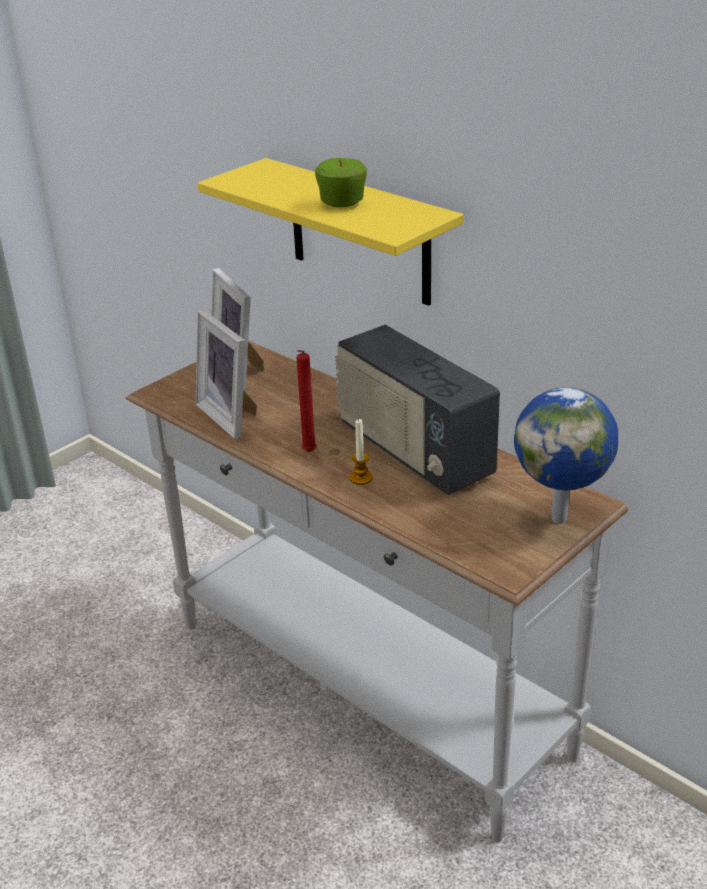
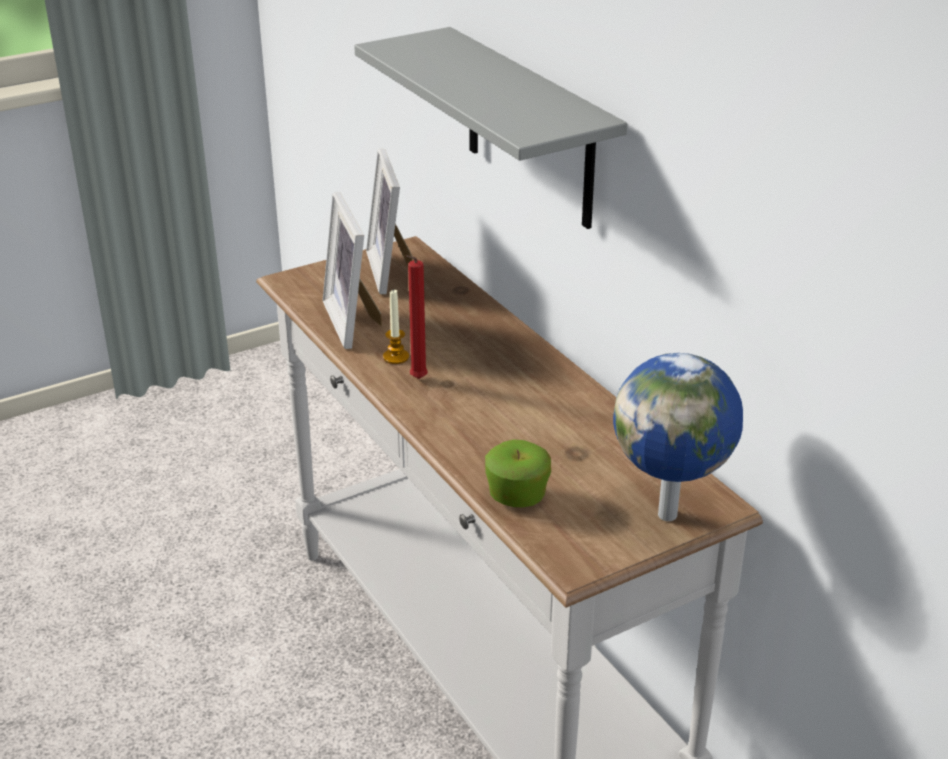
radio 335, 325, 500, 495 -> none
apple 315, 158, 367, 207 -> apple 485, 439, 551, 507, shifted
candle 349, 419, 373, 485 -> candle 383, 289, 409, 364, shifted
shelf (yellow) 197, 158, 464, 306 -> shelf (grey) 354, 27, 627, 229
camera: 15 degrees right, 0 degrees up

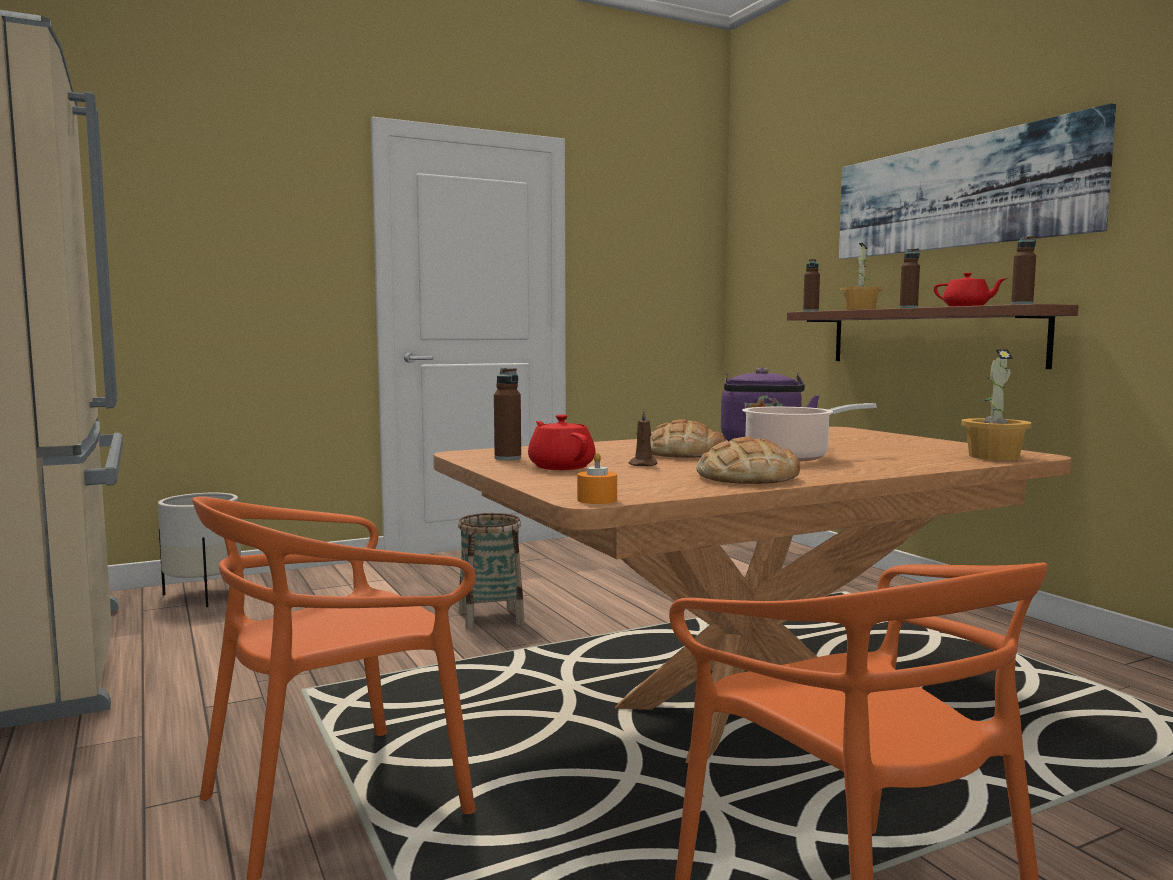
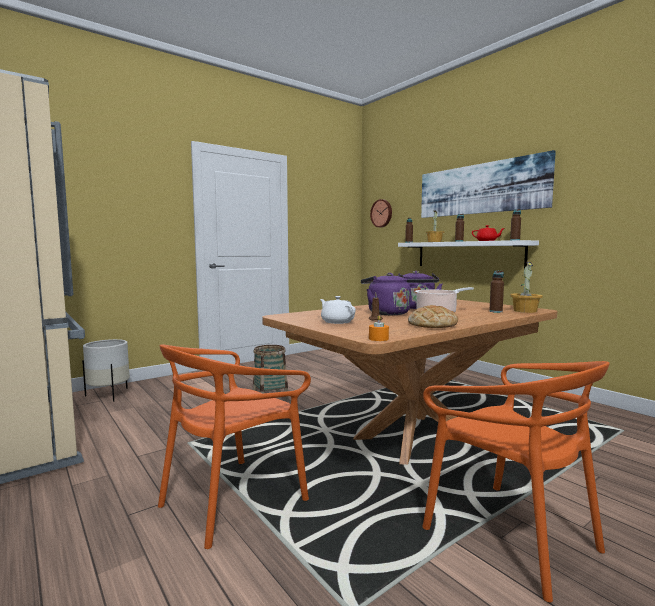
none -> wall clock 370, 199, 392, 227
bottle (brown) 494, 368, 521, 460 -> bottle (brown) 489, 270, 504, 313, shifted
bread 650, 419, 726, 458 -> kettle (purple) 361, 273, 411, 315
teapot (red) 528, 415, 596, 470 -> teapot (white) 320, 296, 356, 324
shelf (brown) 787, 304, 1078, 369 -> shelf (white) 398, 240, 539, 269
camera: 10 degrees left, 0 degrees up

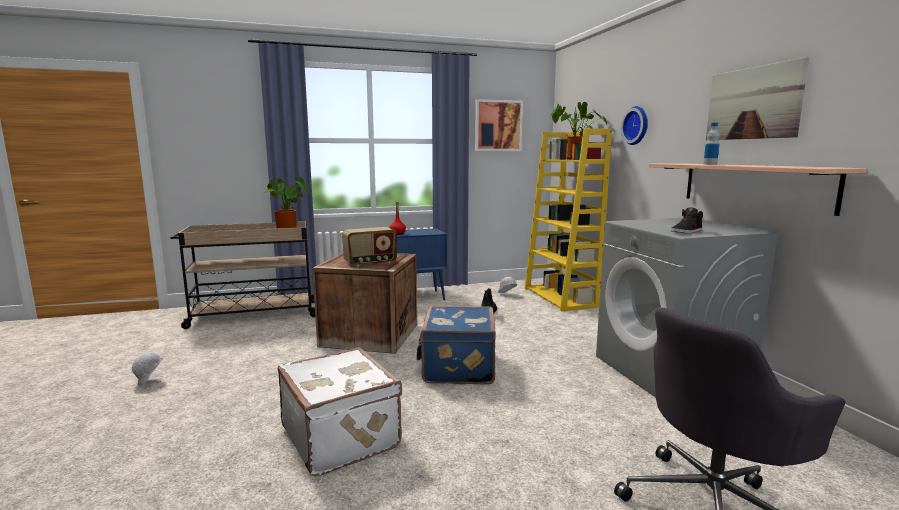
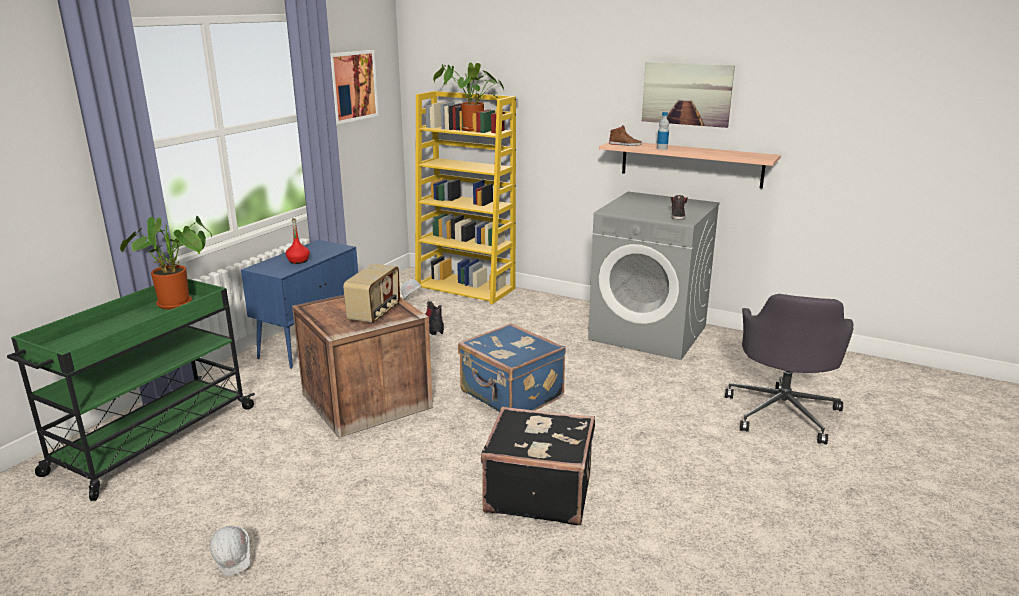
wall clock 621, 106, 648, 145 -> none
none -> shoe (brown) 609, 125, 642, 146
cart (beige) 170, 221, 315, 329 -> cart (green) 7, 279, 255, 501
suitcase (white) 278, 347, 402, 476 -> suitcase (black) 481, 406, 595, 525
camera: 45 degrees left, 10 degrees up

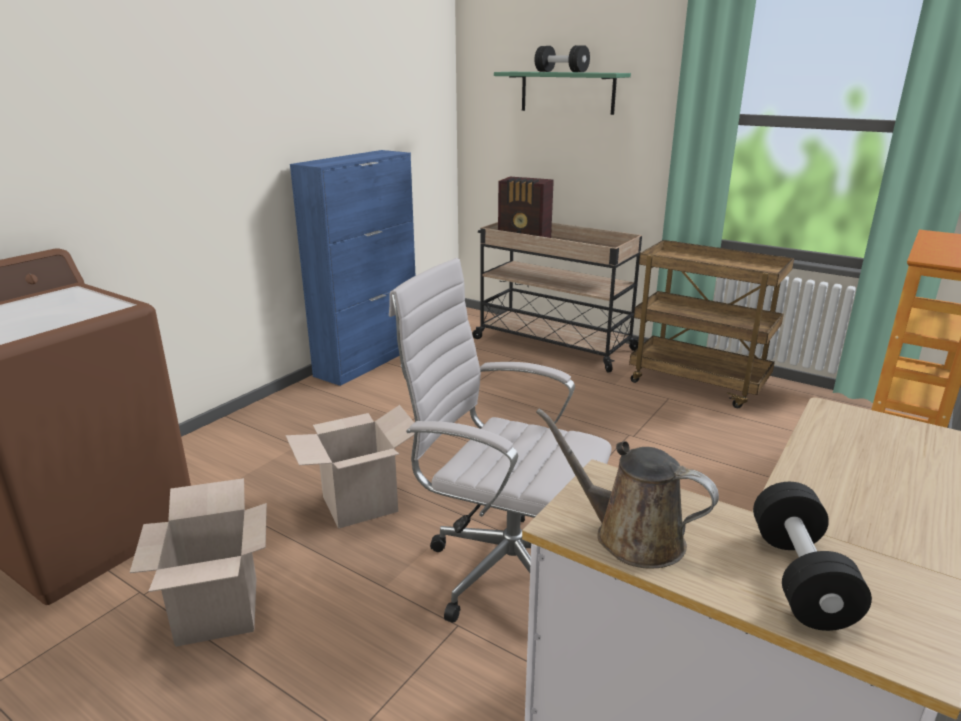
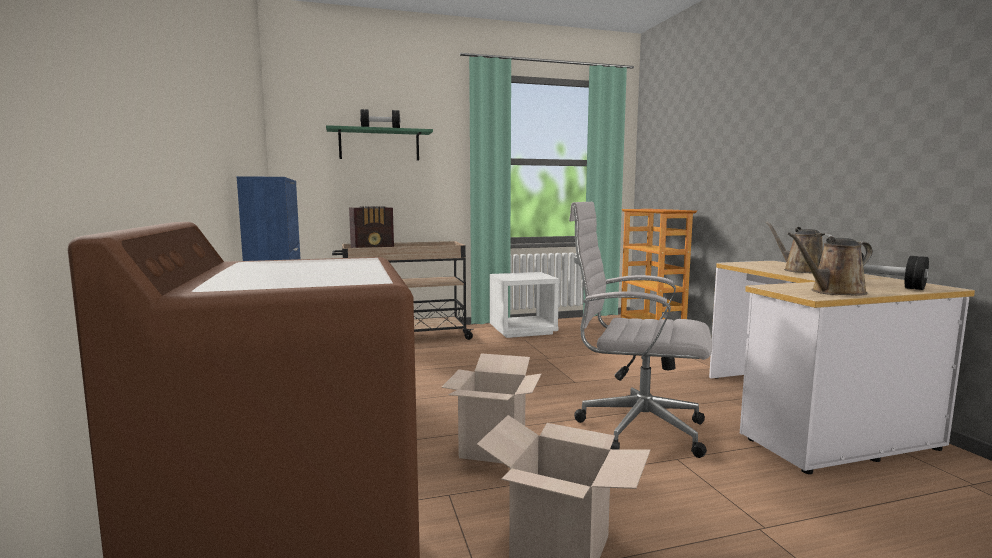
none -> watering can (brown) 765, 222, 834, 273
cart (brown) 629, 240, 794, 408 -> nightstand (white) 490, 272, 559, 338
office chair (white) 389, 258, 612, 623 -> office chair (white) 569, 202, 712, 458, 45 degrees clockwise
camera: 50 degrees left, 15 degrees down

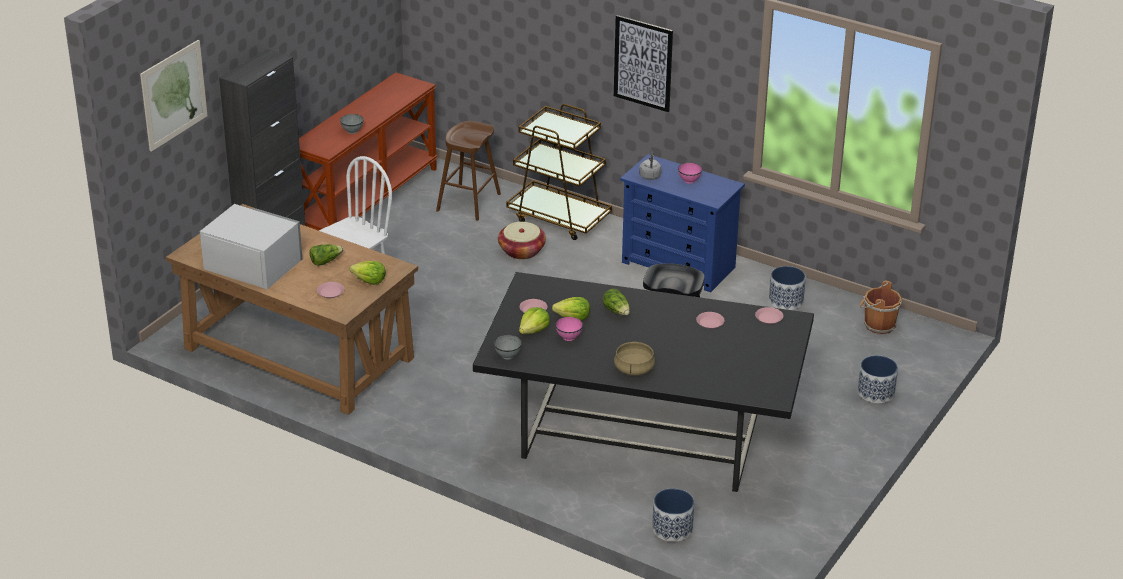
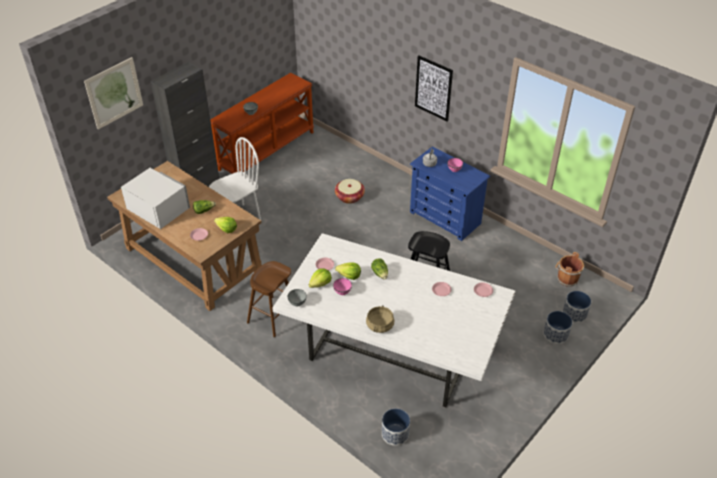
cart (brown) 506, 104, 612, 240 -> none
stool (brown) 436, 121, 501, 221 -> stool (brown) 247, 261, 291, 337, shifted
planter 769, 266, 806, 310 -> planter 563, 291, 591, 323, shifted
dining table (black) 473, 272, 814, 492 -> dining table (white) 272, 233, 515, 407
camera: 10 degrees right, 10 degrees up

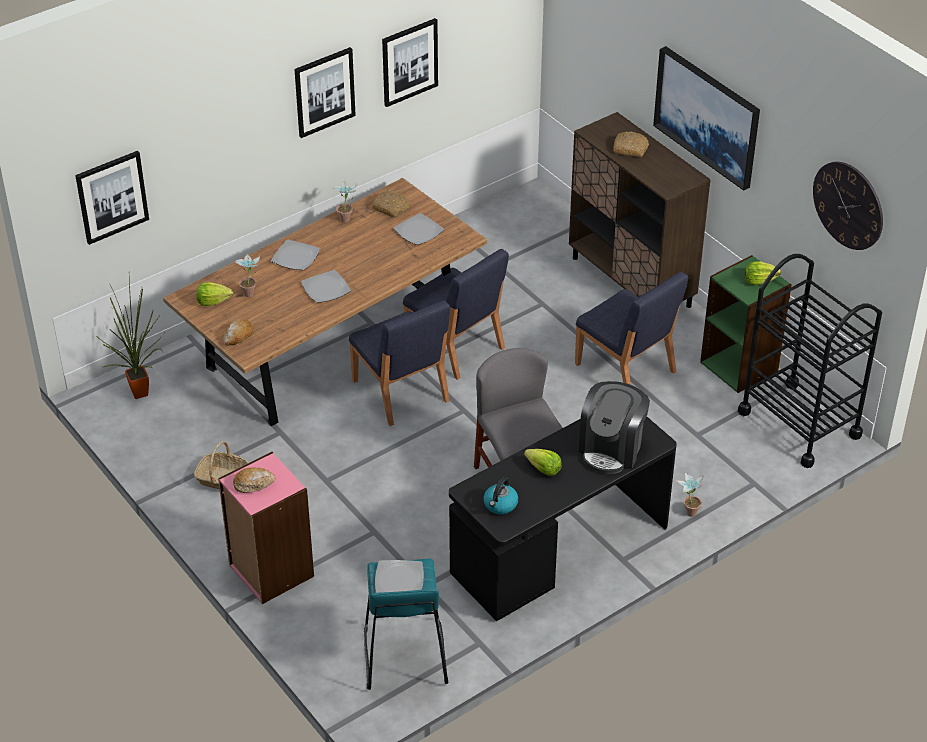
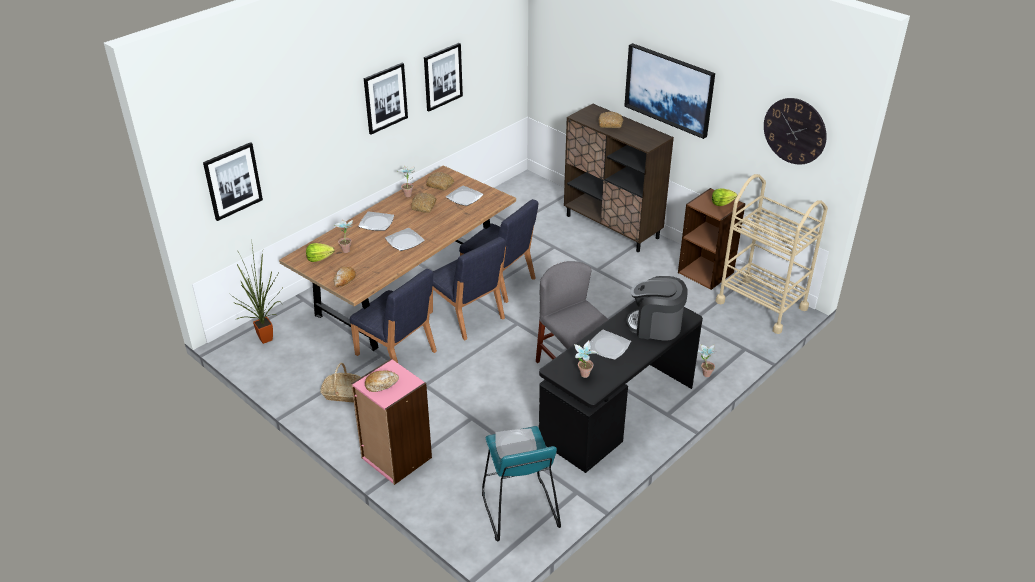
none -> bread 411, 193, 436, 213
chair (blue) 575, 272, 688, 385 -> chair (blue) 350, 269, 437, 363, shifted
kettle 483, 477, 518, 514 -> potted plant 574, 341, 598, 378
lettuce 524, 449, 562, 476 -> plate 590, 330, 631, 360
bookcase (green) 700, 255, 792, 393 -> bookcase (brown) 678, 188, 746, 290
cart (black) 738, 254, 882, 468 -> cart (beige) 716, 174, 828, 334
coffee machine 579, 381, 650, 474 -> coffee machine 626, 276, 688, 340, 90 degrees clockwise
camera: 10 degrees left, 5 degrees down

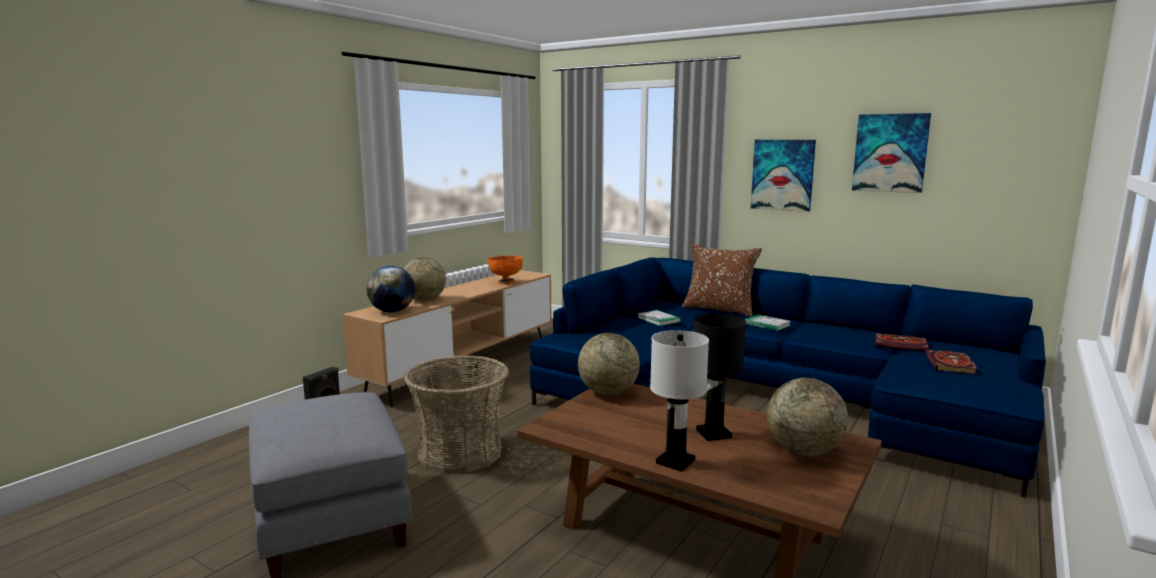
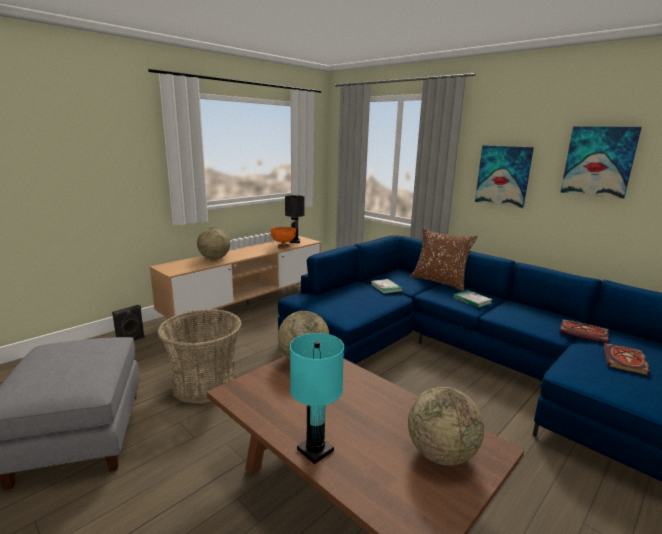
globe 367, 266, 415, 312 -> none
table lamp (black) 693, 314, 746, 441 -> table lamp (black) 285, 195, 305, 243, shifted
table lamp (white) 650, 330, 709, 472 -> table lamp (turquoise) 290, 333, 344, 464
camera: 10 degrees right, 5 degrees up

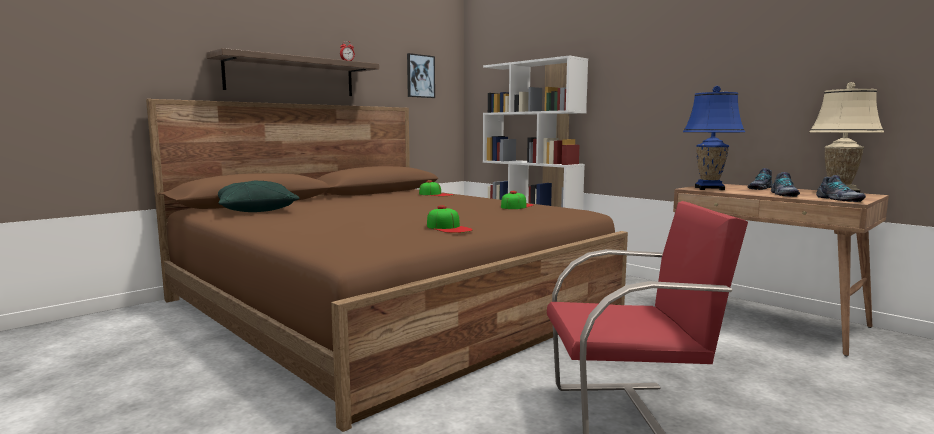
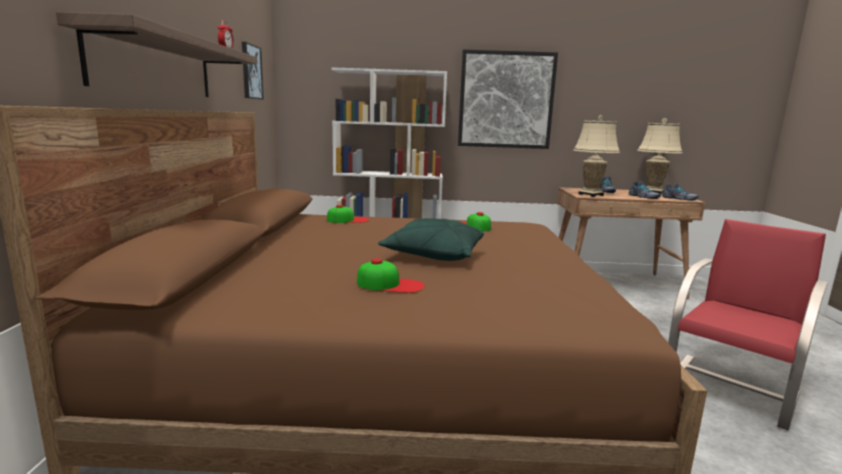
none -> picture 458, 49, 558, 149
pillow (green) 218, 180, 299, 212 -> pillow (green) 378, 218, 484, 261, shifted
cap 427, 205, 473, 233 -> cap 357, 258, 425, 293, shifted
table lamp (blue) 683, 86, 745, 190 -> table lamp (beige) 574, 115, 620, 197
camera: 45 degrees left, 5 degrees up

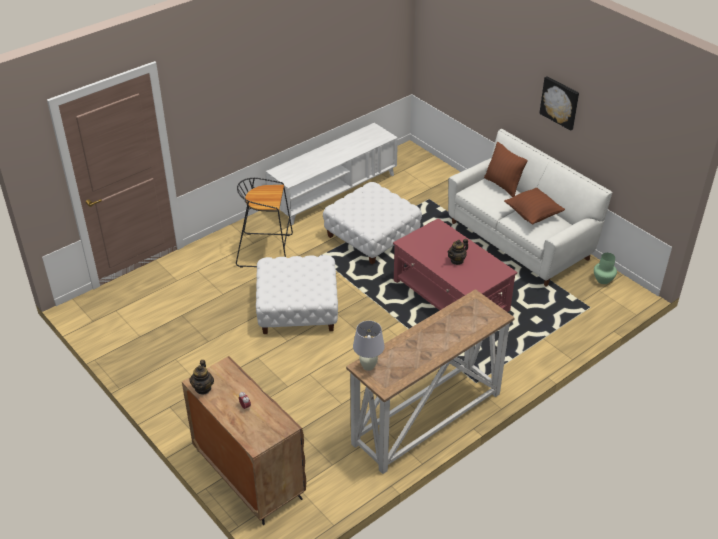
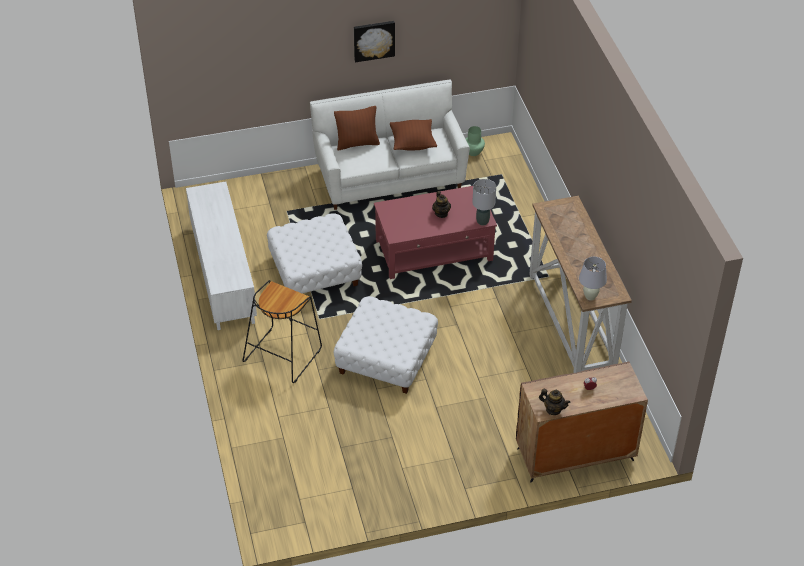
none -> table lamp (grey) 472, 179, 496, 226
camera: 65 degrees left, 5 degrees up

